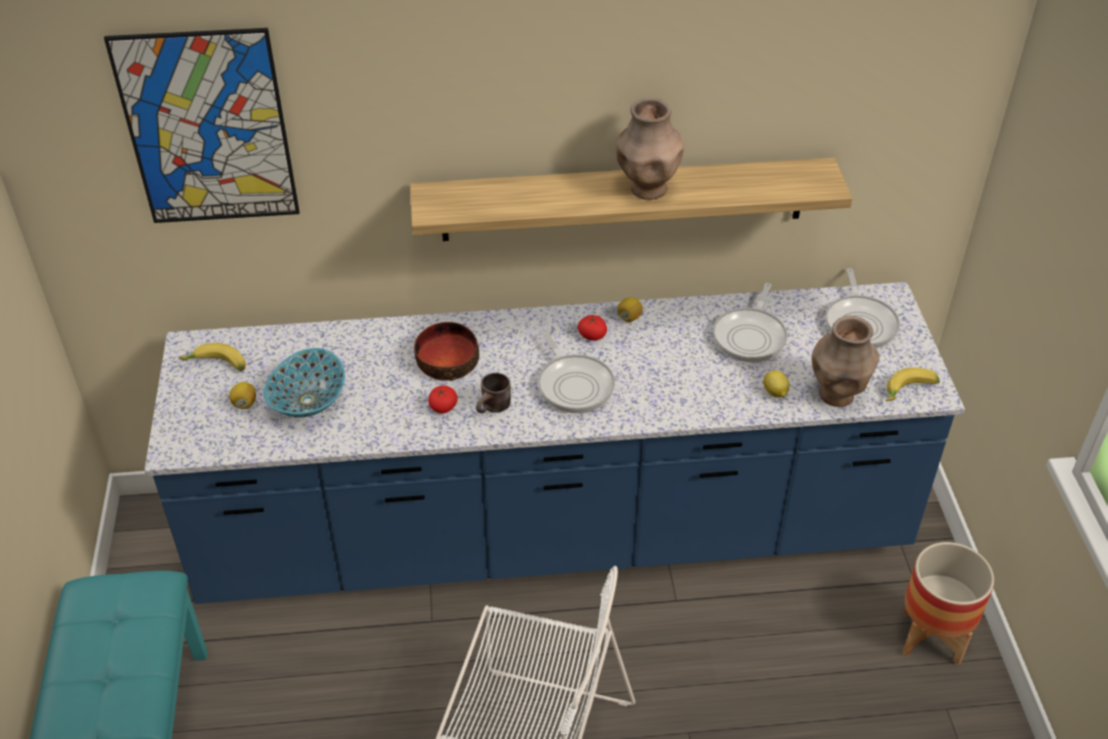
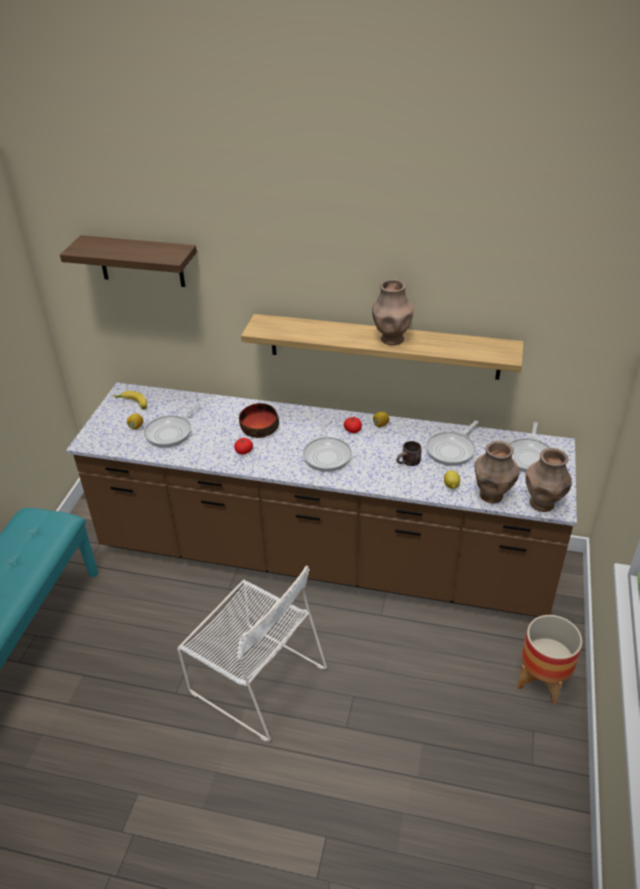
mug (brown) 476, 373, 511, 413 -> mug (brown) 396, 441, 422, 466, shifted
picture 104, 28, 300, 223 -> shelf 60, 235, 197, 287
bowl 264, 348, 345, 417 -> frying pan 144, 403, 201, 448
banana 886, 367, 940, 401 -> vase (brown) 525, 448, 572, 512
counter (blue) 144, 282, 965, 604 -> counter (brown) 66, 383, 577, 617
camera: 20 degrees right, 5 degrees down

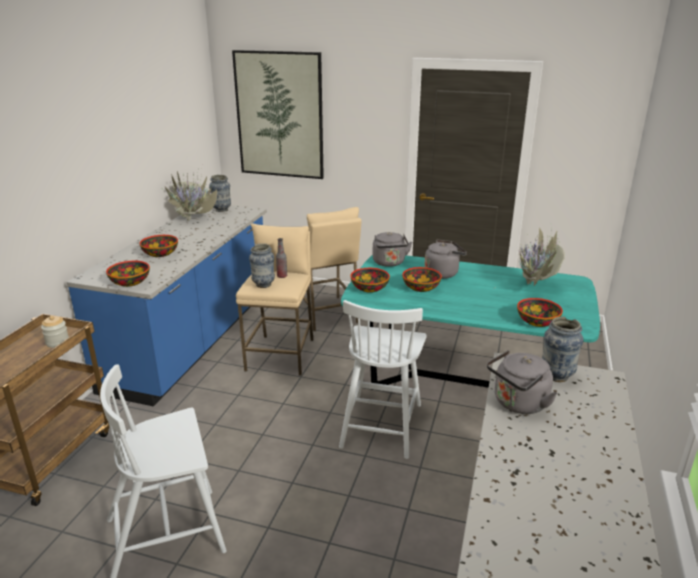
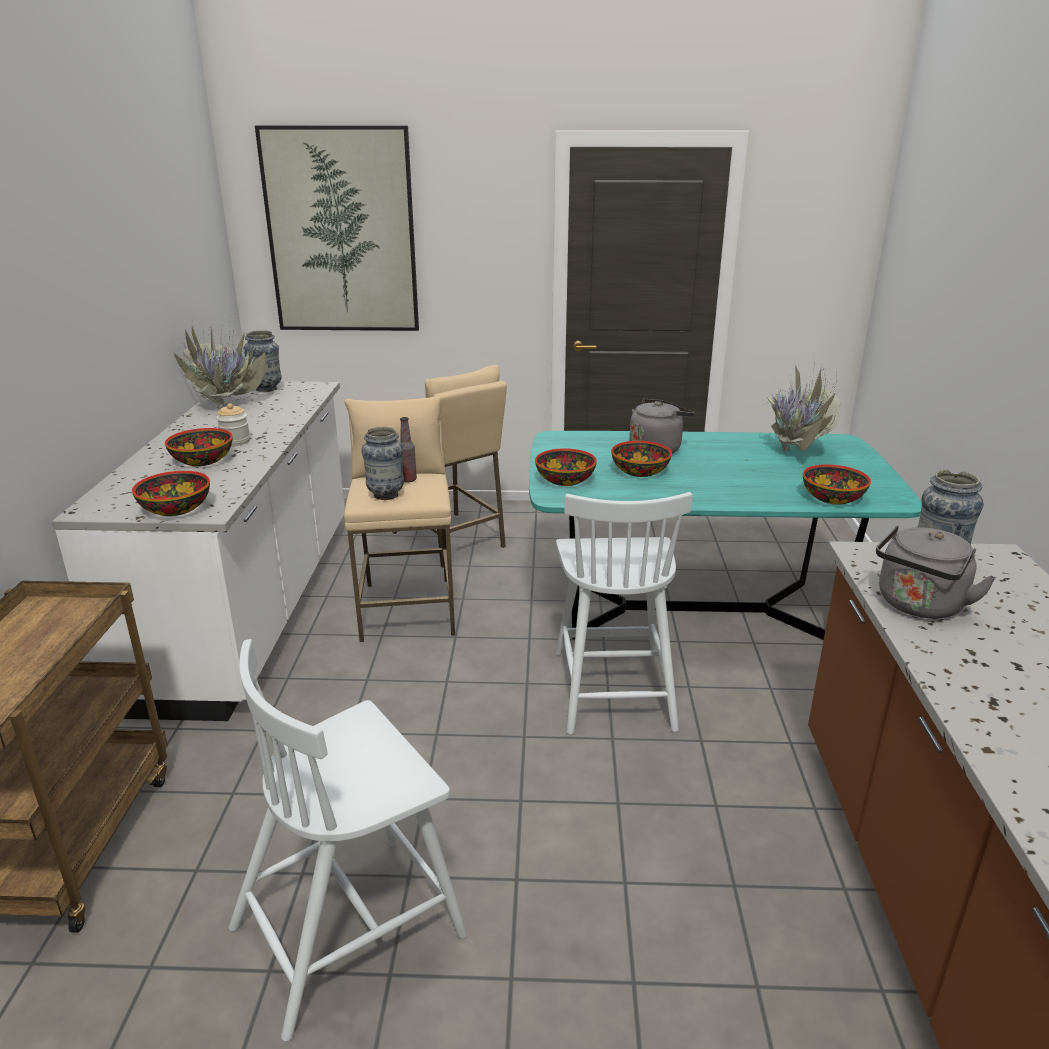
kettle (grey) 372, 232, 412, 267 -> none
jar 41, 316, 69, 348 -> jar 216, 403, 250, 446, shifted
counter (blue) 66, 205, 267, 406 -> counter (white) 52, 381, 345, 721
camera: 15 degrees left, 0 degrees up

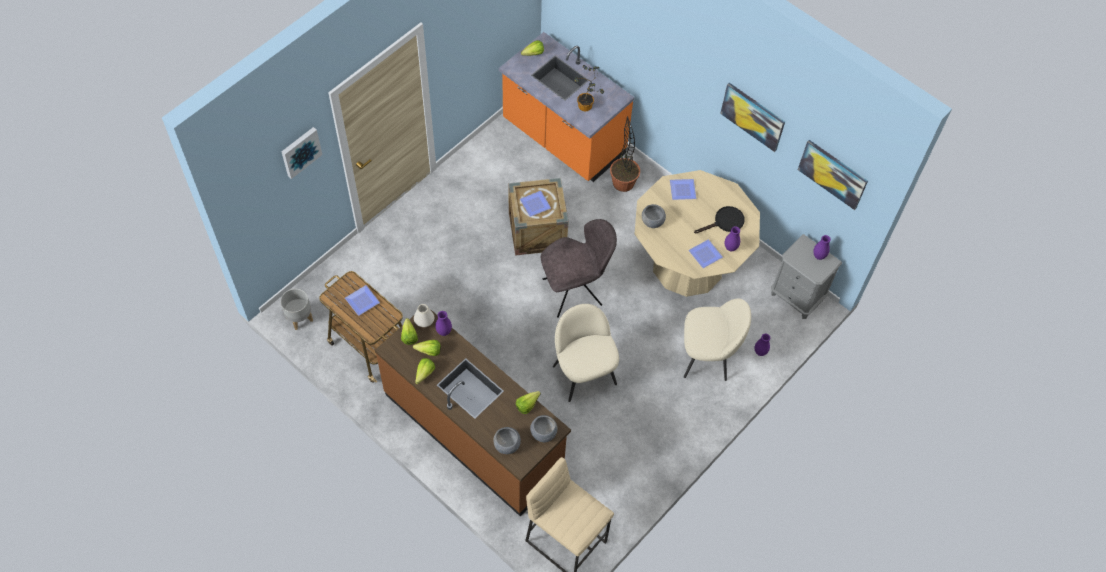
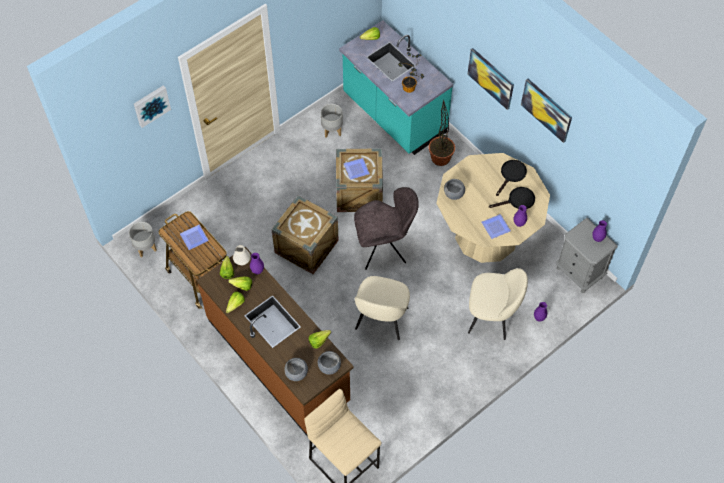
plate 670, 179, 696, 200 -> none
none -> crate 271, 195, 339, 274
none -> planter (grey) 321, 104, 343, 138
none -> frying pan (black) 496, 160, 527, 196
picture 798, 140, 868, 210 -> picture 467, 48, 514, 110, shifted
counter (orange) 499, 32, 635, 182 -> counter (turquoise) 339, 20, 453, 155
chair (beige) 553, 304, 619, 402 -> chair (beige) 355, 276, 410, 340, 150 degrees counterclockwise
camera: 10 degrees right, 0 degrees up

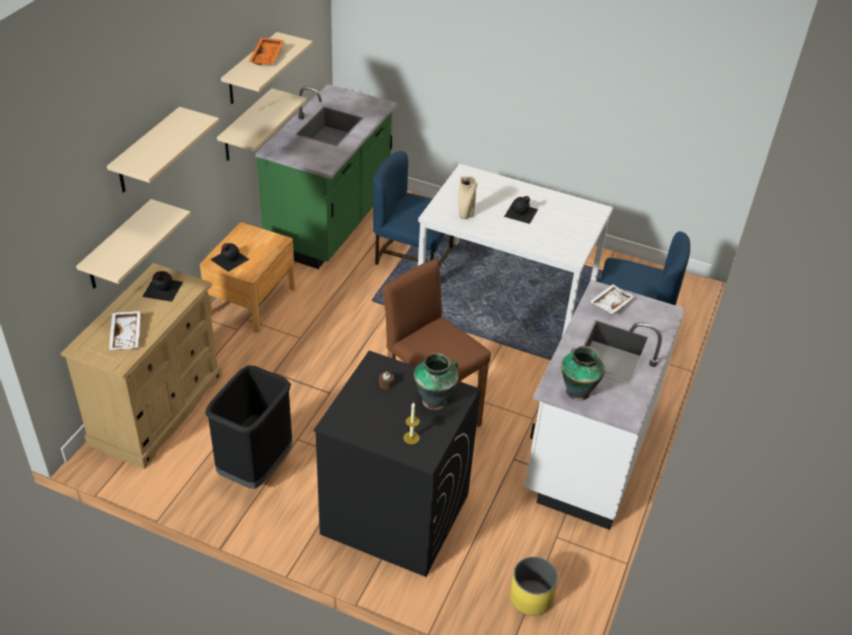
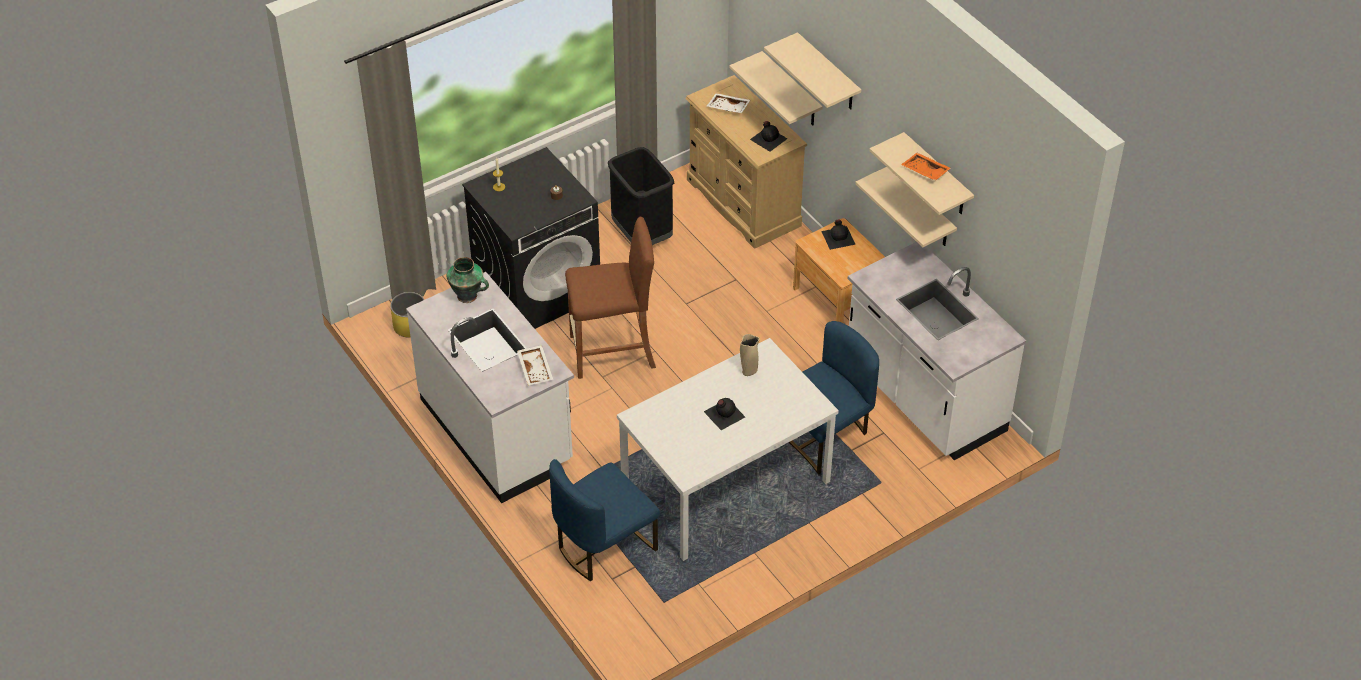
vase 414, 353, 459, 410 -> none
counter (green) 256, 84, 397, 269 -> counter (white) 848, 242, 1026, 460
camera: 125 degrees right, 5 degrees up

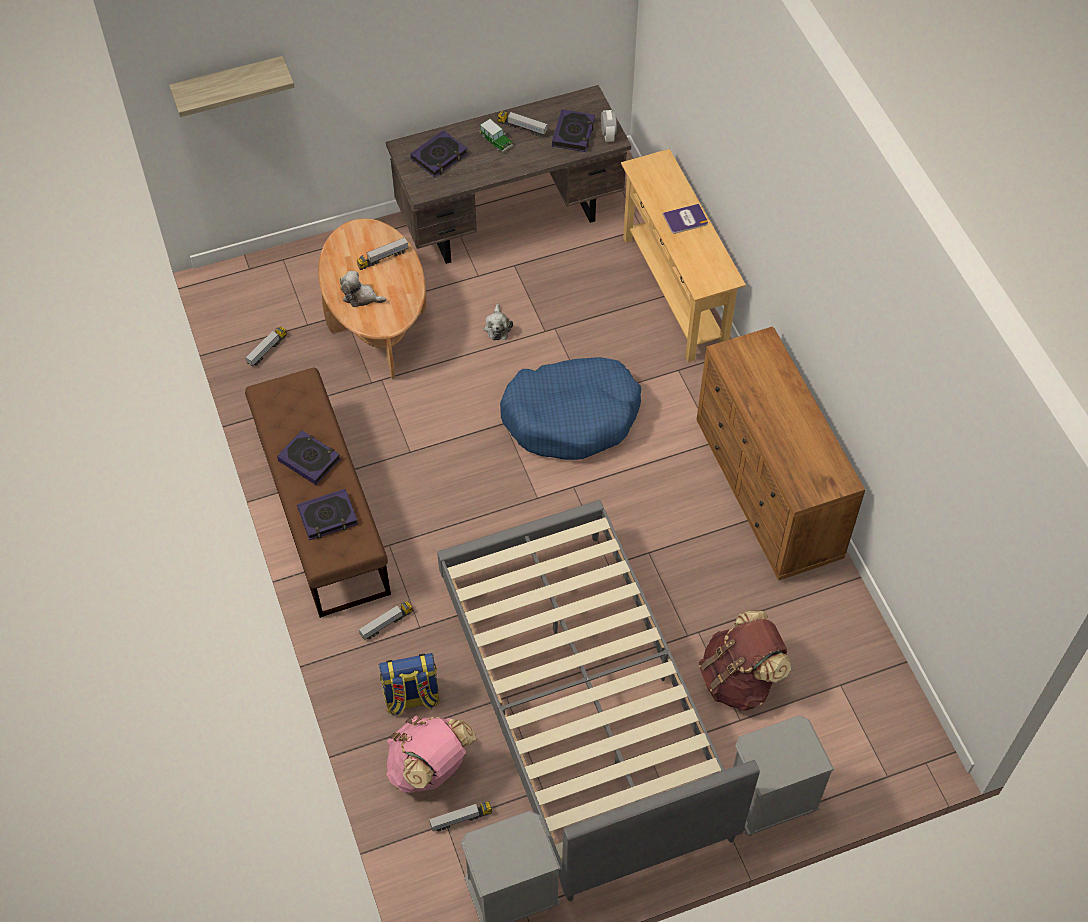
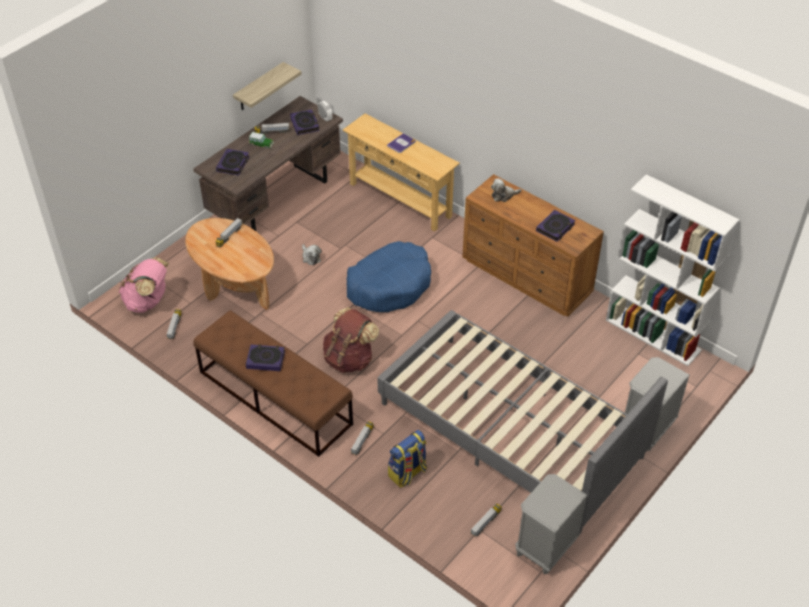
none -> bookcase (white) 606, 174, 740, 366
shelf 169, 56, 295, 117 -> shelf 233, 62, 302, 110, shifted
book 297, 489, 358, 540 -> book 536, 210, 576, 242, shifted
plush toy 340, 271, 386, 307 -> plush toy 491, 178, 522, 202, shifted
backpack (pink) 387, 716, 476, 793 -> backpack (pink) 119, 257, 169, 313, shifted
backpack (brown) 698, 611, 791, 711 -> backpack (brown) 323, 307, 379, 373, shifted
camera: 30 degrees left, 10 degrees down

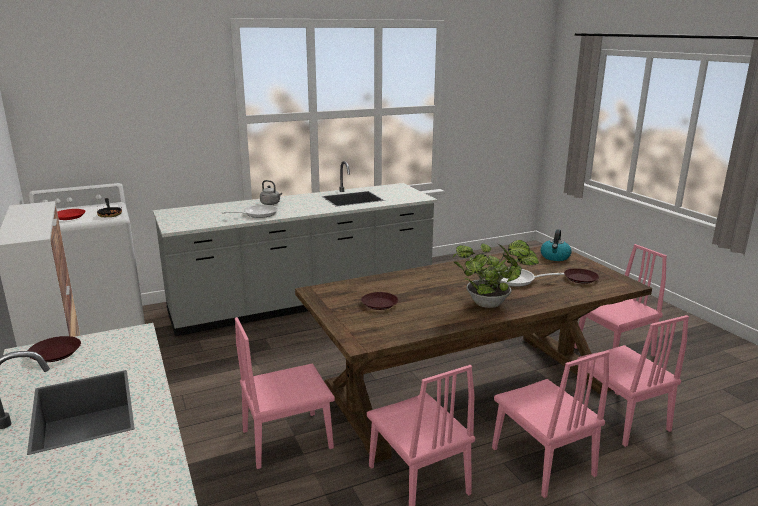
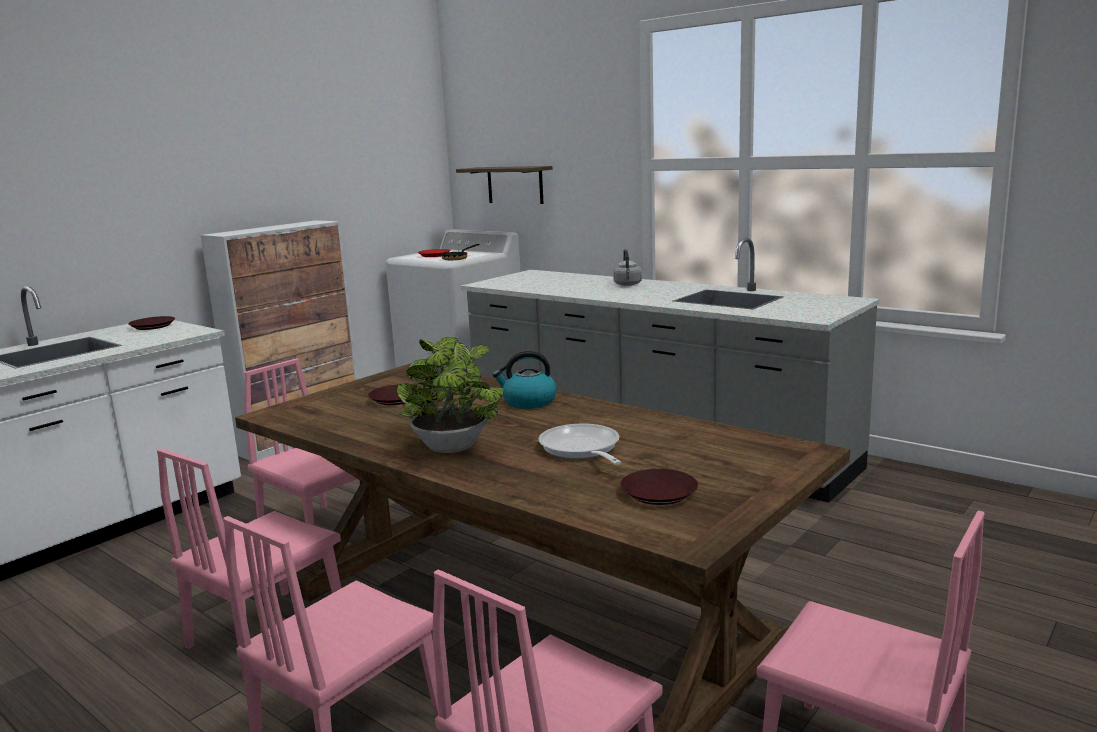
frying pan 222, 205, 278, 218 -> none
none -> shelf 456, 166, 552, 204
kettle 541, 229, 571, 261 -> kettle 493, 351, 557, 409, shifted
camera: 65 degrees right, 5 degrees down

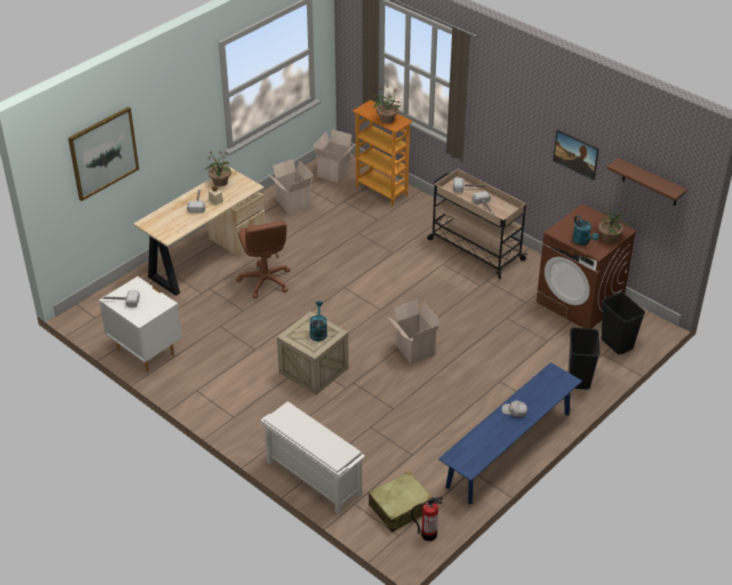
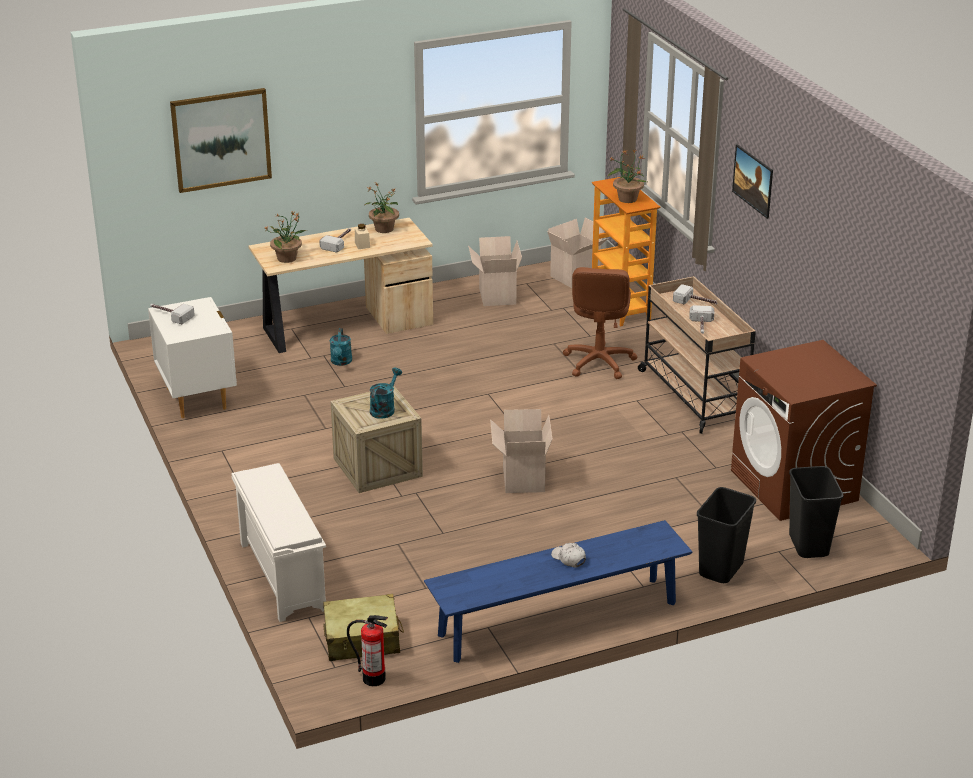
shelf (brown) 606, 158, 687, 205 -> none
office chair (brown) 236, 220, 290, 298 -> office chair (brown) 563, 267, 637, 379, shifted
picture 553, 130, 599, 180 -> picture 732, 144, 773, 219, shifted
watering can (turquoise) 572, 215, 599, 245 -> watering can (turquoise) 330, 328, 352, 366, shifted
potted plant 598, 203, 628, 243 -> potted plant 265, 212, 307, 263, shifted
camera: 25 degrees right, 10 degrees down

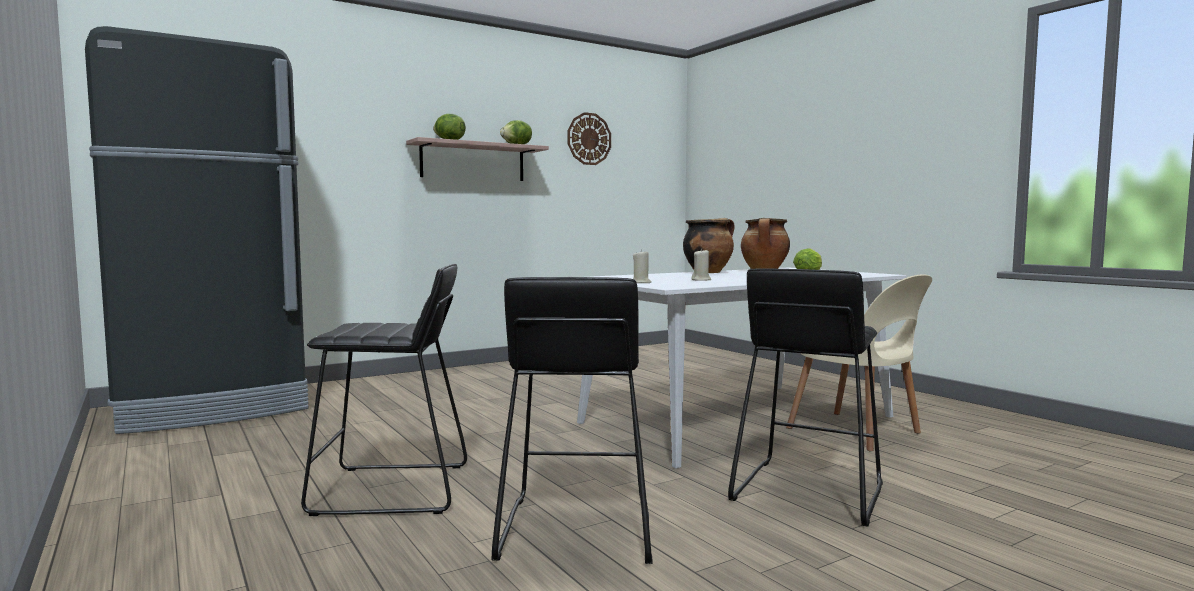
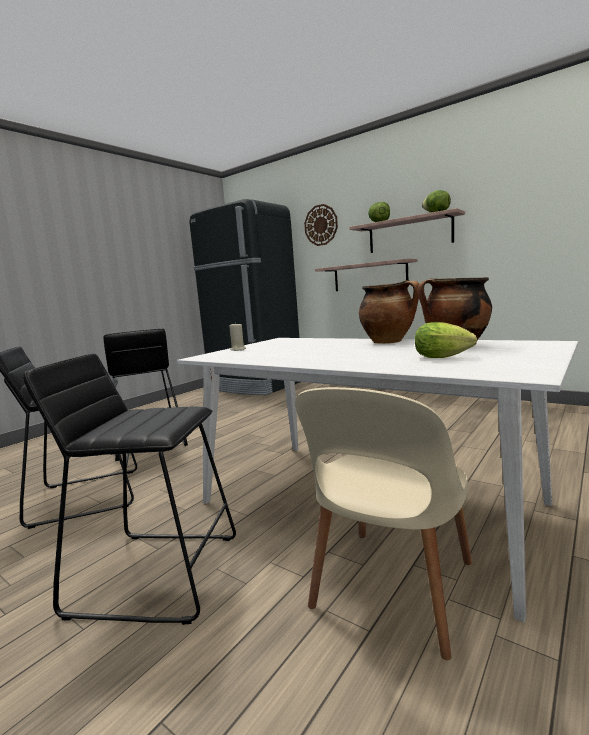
candle (beige) 691, 249, 711, 281 -> none
none -> shelf 315, 259, 417, 291
wall clock 568, 112, 611, 165 -> wall clock 304, 204, 338, 246, shifted
camera: 70 degrees right, 5 degrees up

